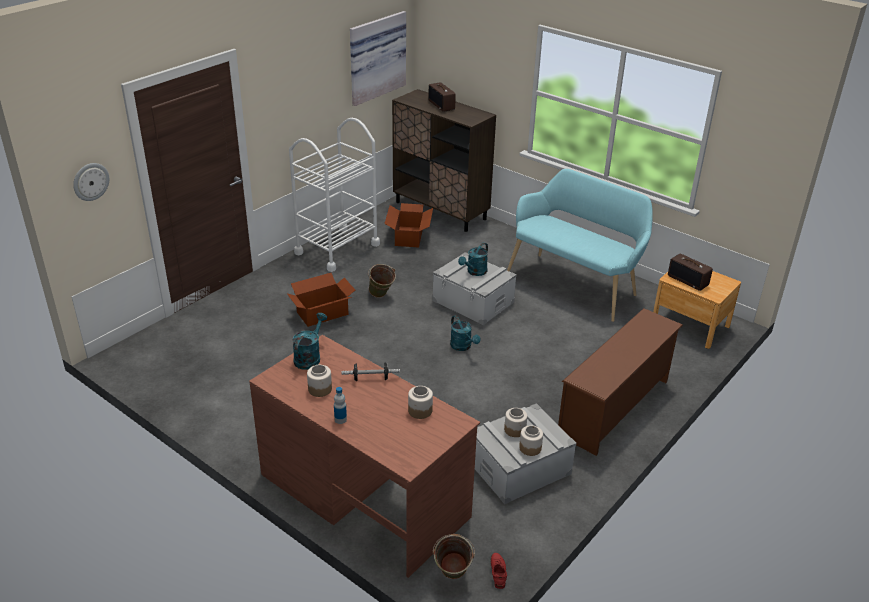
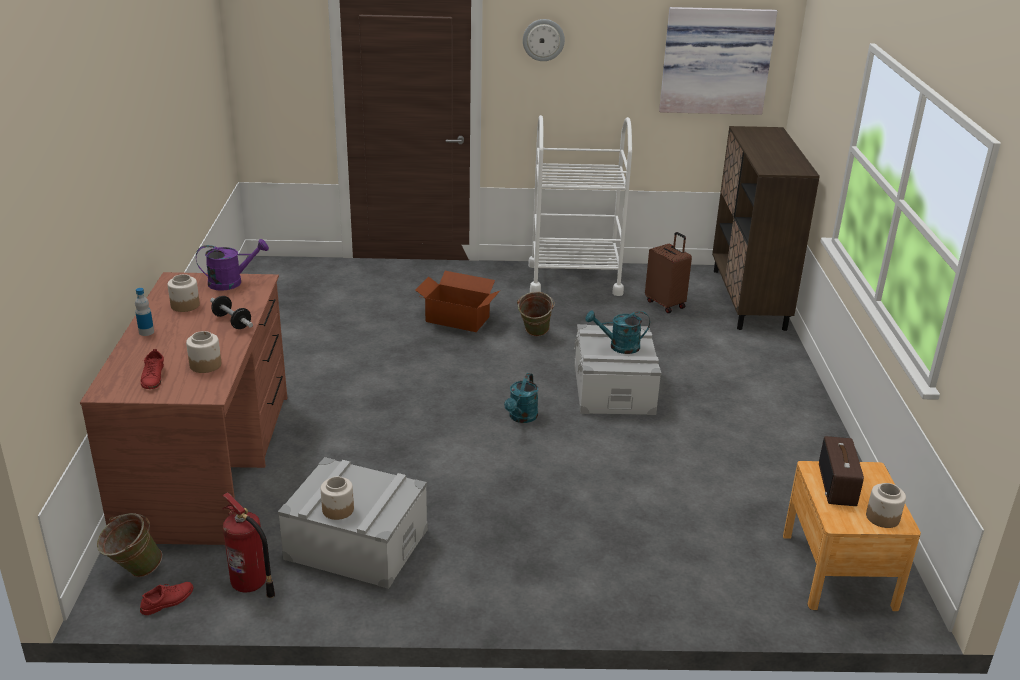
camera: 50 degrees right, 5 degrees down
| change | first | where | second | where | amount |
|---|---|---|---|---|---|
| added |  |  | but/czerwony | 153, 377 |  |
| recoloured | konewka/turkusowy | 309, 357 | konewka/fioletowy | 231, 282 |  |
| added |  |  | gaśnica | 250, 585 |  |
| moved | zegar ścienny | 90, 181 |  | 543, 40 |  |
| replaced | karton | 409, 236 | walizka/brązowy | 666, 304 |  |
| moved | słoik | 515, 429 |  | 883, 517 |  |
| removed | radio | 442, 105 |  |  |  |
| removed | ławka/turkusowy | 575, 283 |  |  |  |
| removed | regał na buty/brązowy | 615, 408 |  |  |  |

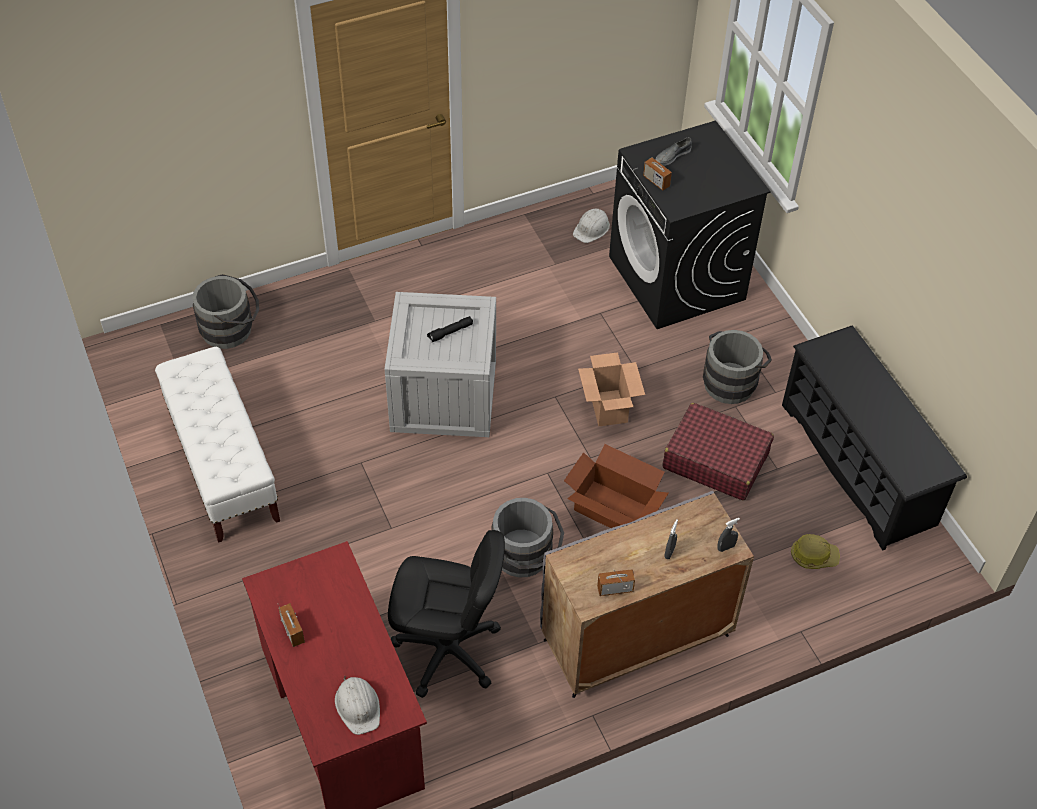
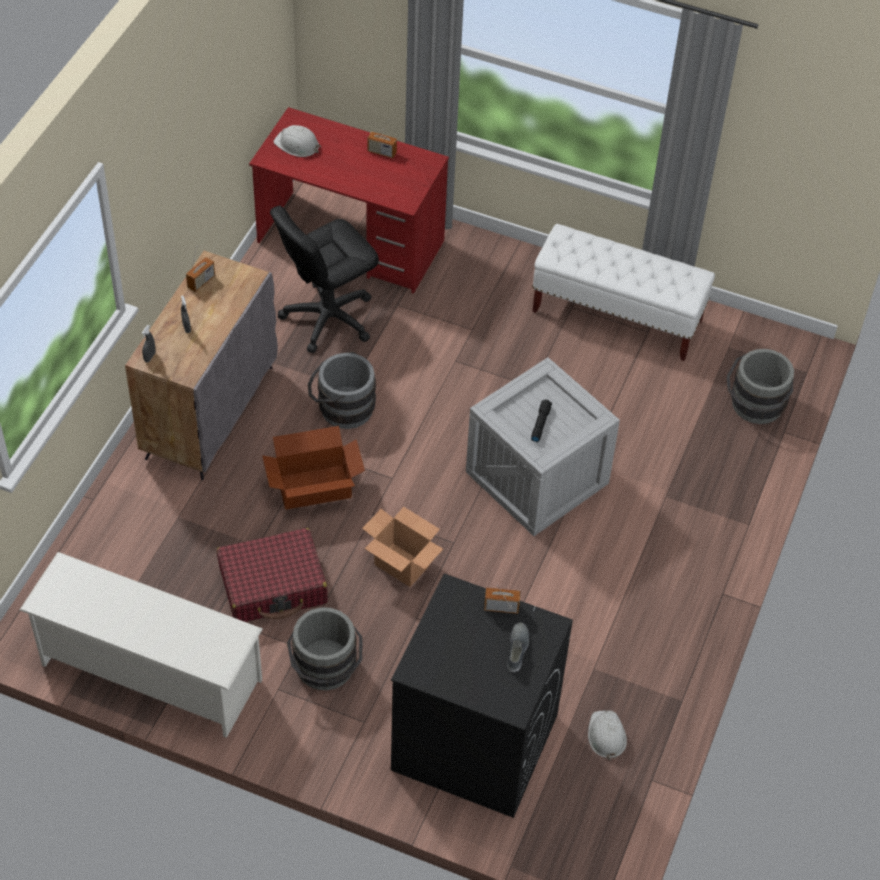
camera: 135 degrees right, 0 degrees up
| change | first | where | second | where | amount |
|---|---|---|---|---|---|
| recoloured | regał na buty/czarny | 859, 465 | regał na buty/biały | 149, 672 |  |
| removed | kask | 813, 556 |  |  |  |

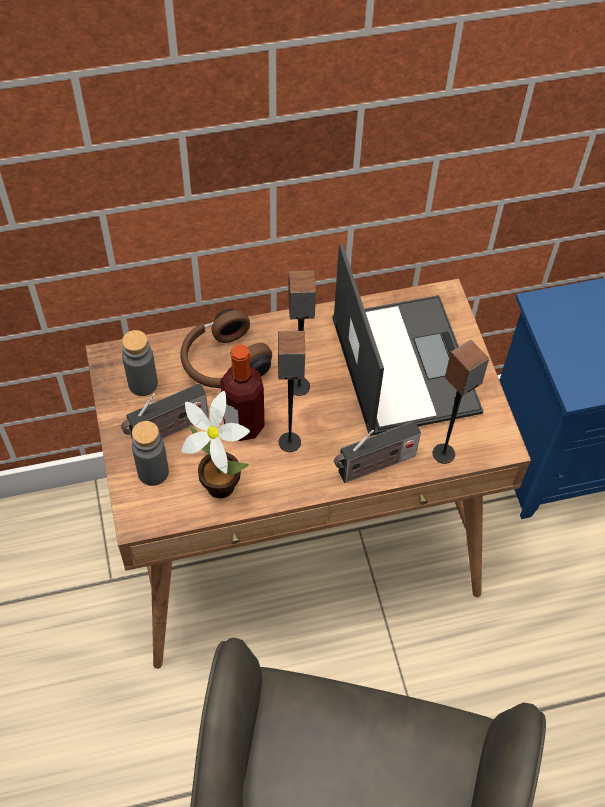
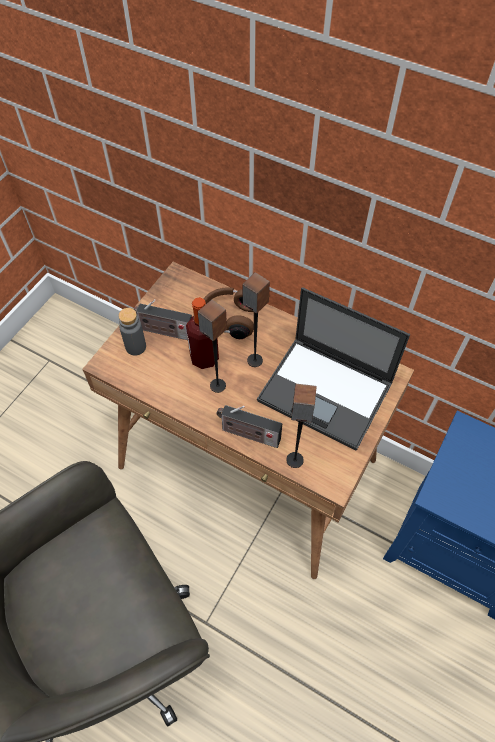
camera: 45 degrees right, 0 degrees up
| change | first | where | second | where | amount |
|---|---|---|---|---|---|
| turned | laptop | 403, 363 |  | 326, 392 | 90 degrees clockwise |
| removed | butelka/szary | 143, 384 |  |  |  |
| removed | roślina doniczkowa | 218, 482 |  |  |  |

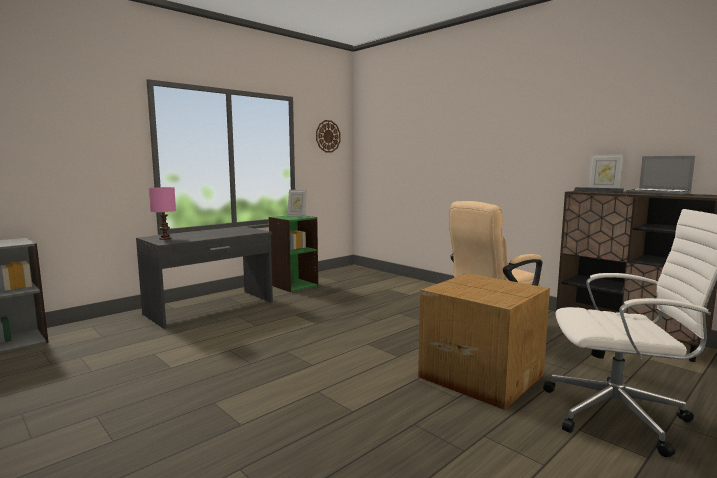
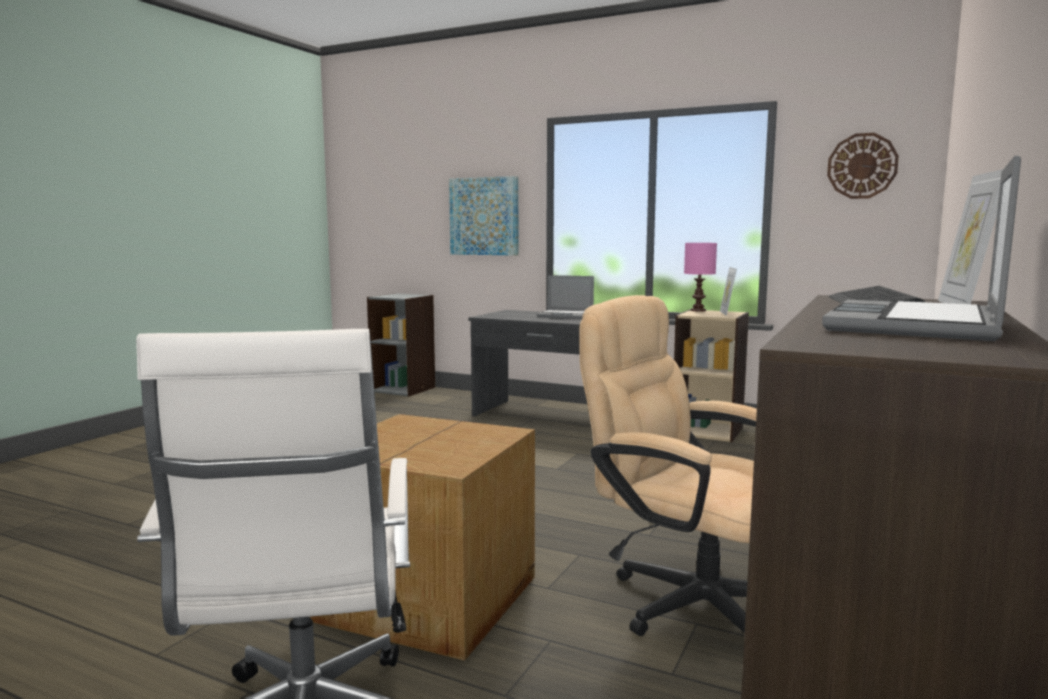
camera: 70 degrees right, 0 degrees up
| change | first | where | second | where | amount |
|---|---|---|---|---|---|
| added |  |  | obraz | 484, 216 |  |
| added |  |  | laptop | 566, 316 |  |
| recoloured | regał/zielony | 294, 285 | regał/beżowy | 708, 430 |  |
| moved | lampa stołowa/różowy | 165, 239 |  | 697, 310 |  |

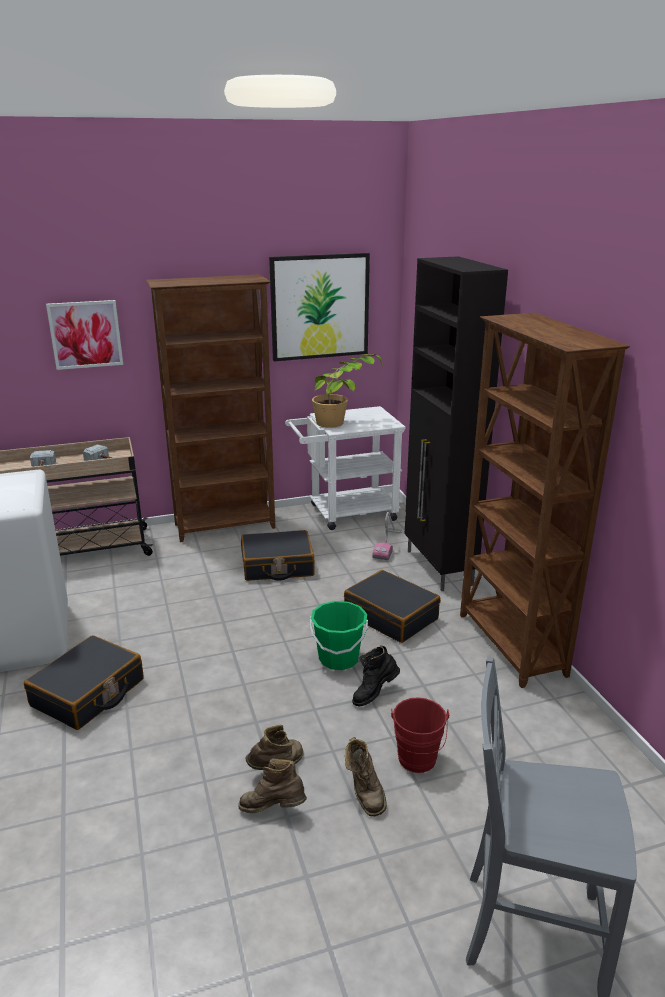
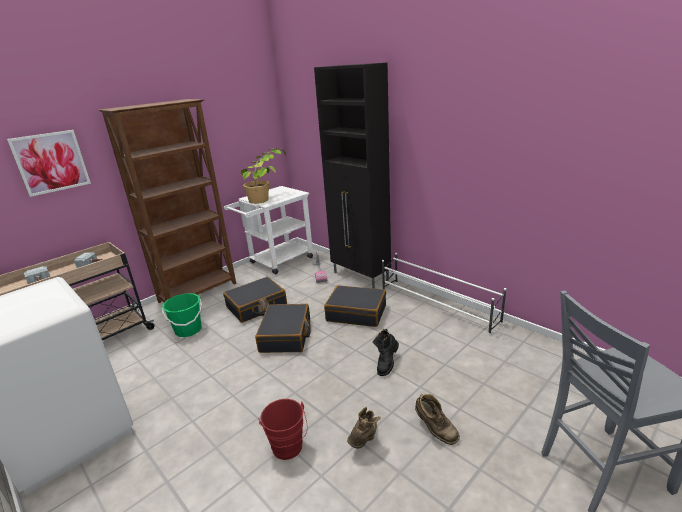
camera: 25 degrees left, 0 degrees up
| change | first | where | second | where | amount |
|---|---|---|---|---|---|
| moved | wiadro/zielony | 338, 658 |  | 188, 330 |  |
| moved | walizka/czarny | 88, 693 |  | 286, 335 |  |
| moved | wiadro/czerwony | 417, 762 |  | 288, 450 |  |
| replaced | regał/brązowy | 510, 645 | regał na buty/biały | 438, 306 |  |
| removed | but z cholewką/brązowy | 273, 809 |  |  |  |
| removed | obraz | 319, 307 |  |  |  |

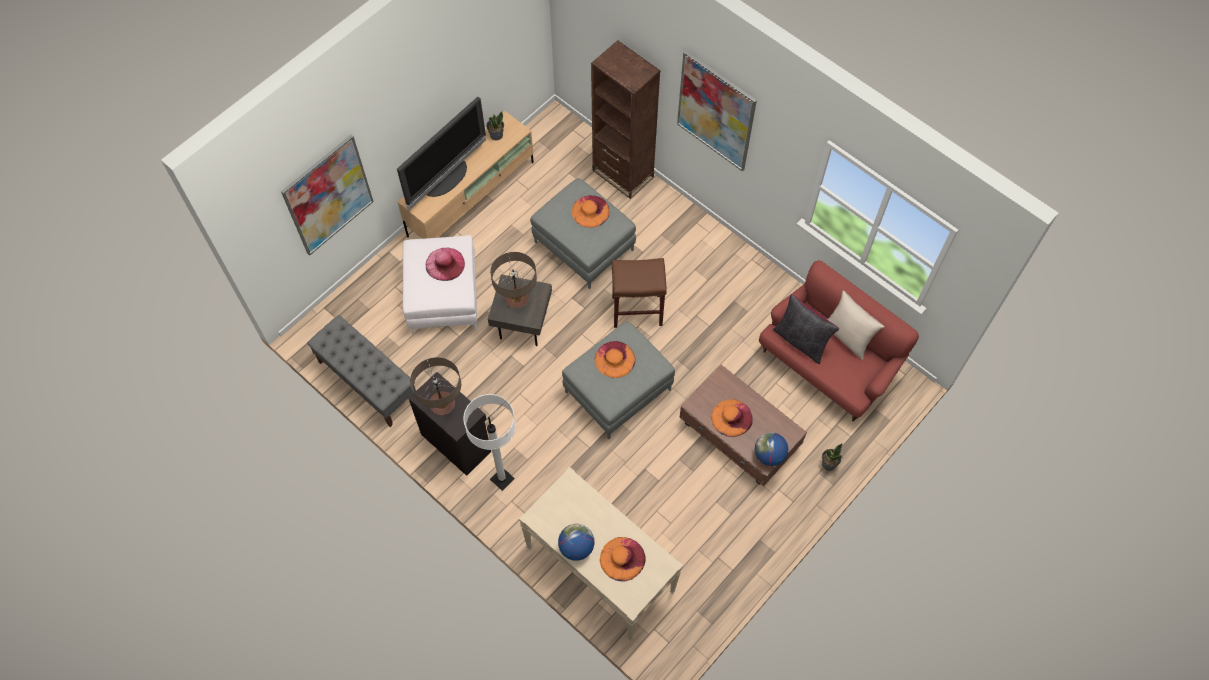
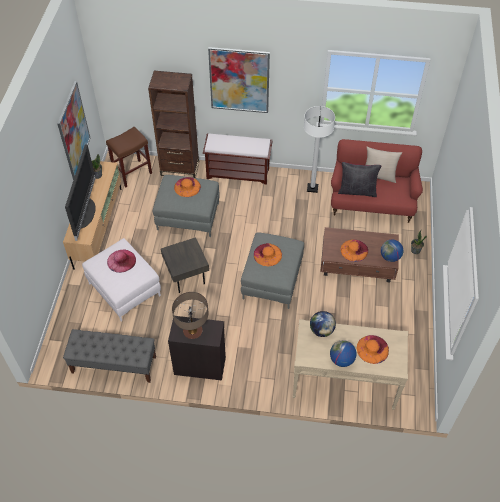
camera: 35 degrees left, 10 degrees down
| change | first | where | second | where | amount |
|---|---|---|---|---|---|
| moved | obraz | 328, 195 |  | 73, 131 |  |
| moved | stołek/brązowy | 637, 310 |  | 133, 173 |  |
| added |  |  | ławka/brązowy | 238, 173 |  |
| moved | lampa stojąca/biały | 502, 479 |  | 312, 188 |  |
| added |  |  | globus | 321, 330 |  |
| removed | lampa stołowa | 516, 298 |  |  |  |

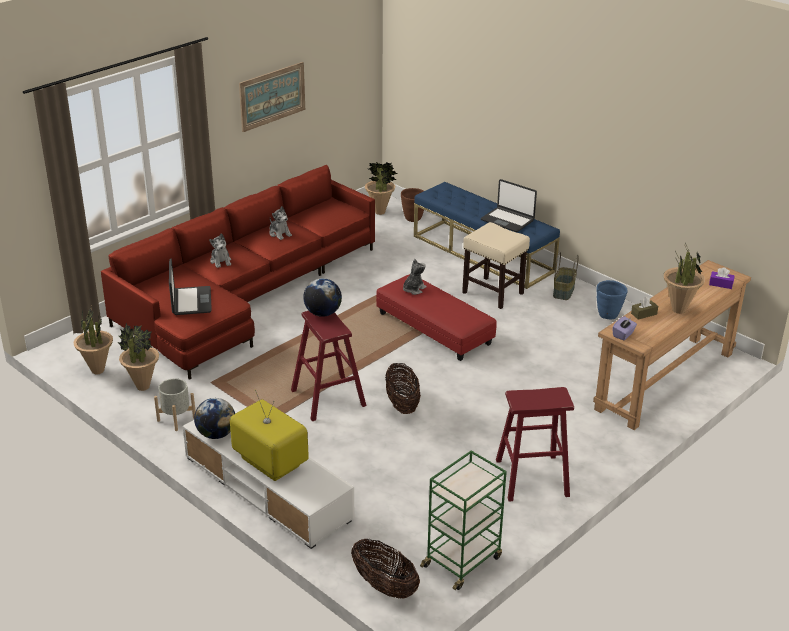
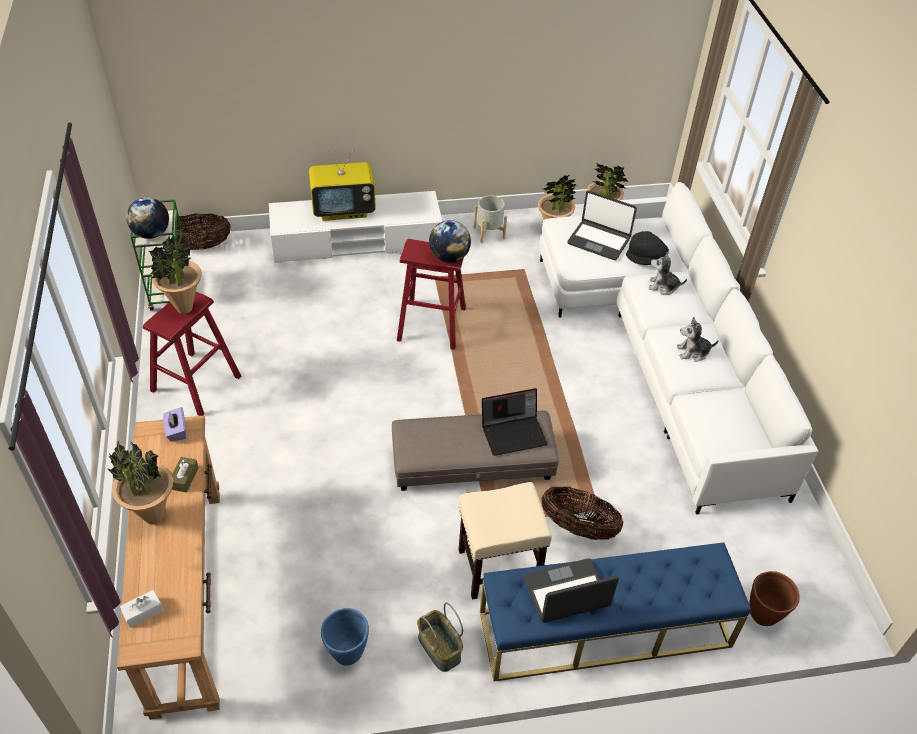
camera: 125 degrees right, 15 degrees up
| change | first | where | second | where | amount |
|---|---|---|---|---|---|
| recoloured | pudełko chusteczek/fioletowy | 721, 284 | pudełko chusteczek/biały | 143, 612 |  |
| moved | globus | 216, 434 |  | 151, 234 |  |
| moved | roślina doniczkowa | 380, 212 |  | 184, 308 |  |
| recoloured | pufa/czerwony | 434, 328 | pufa/szary | 473, 463 |  |
| replaced | pluszak | 413, 289 | laptop | 514, 433 |  |
| recoloured | kanapa/czerwony | 243, 296 | kanapa/biały | 663, 352 |  |
| moved | koszyk | 402, 404 |  | 578, 527 |  |
| added |  |  | kapelusz/czarny | 646, 258 |  |
| removed | obraz | 272, 96 |  |  |  |

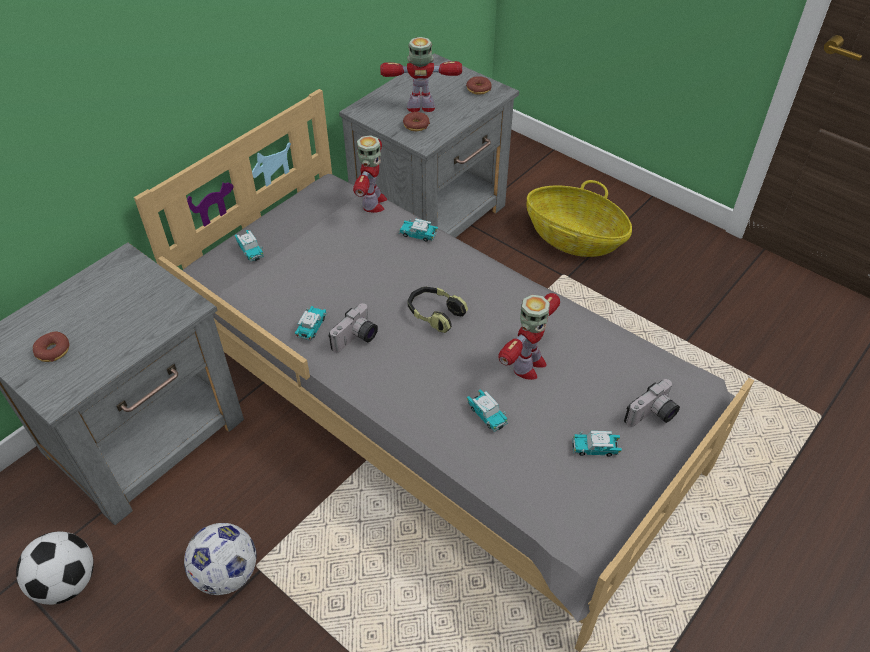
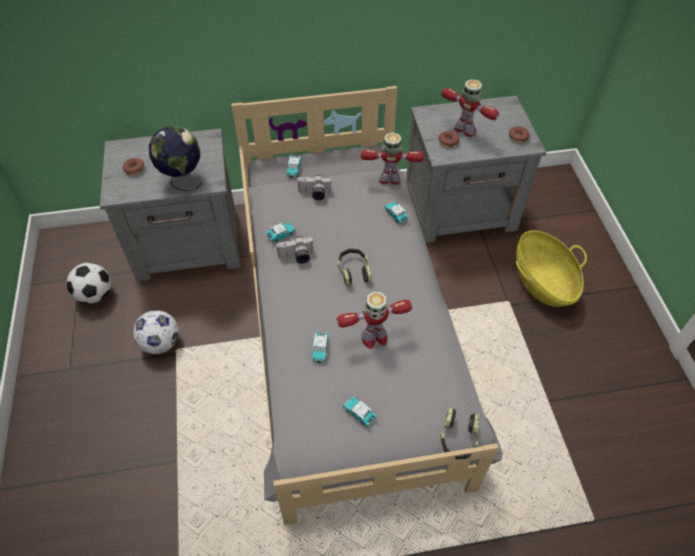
camera: 40 degrees right, 5 degrees up
| change | first | where | second | where | amount |
|---|---|---|---|---|---|
| added |  |  | globus | 182, 179 |  |
| moved | aparat fotograficzny | 652, 416 |  | 314, 194 |  |
| turned | robot zabawkowy | 373, 203 |  | 390, 179 | 135 degrees counterclockwise |
| added |  |  | słuchawki | 458, 438 |  |

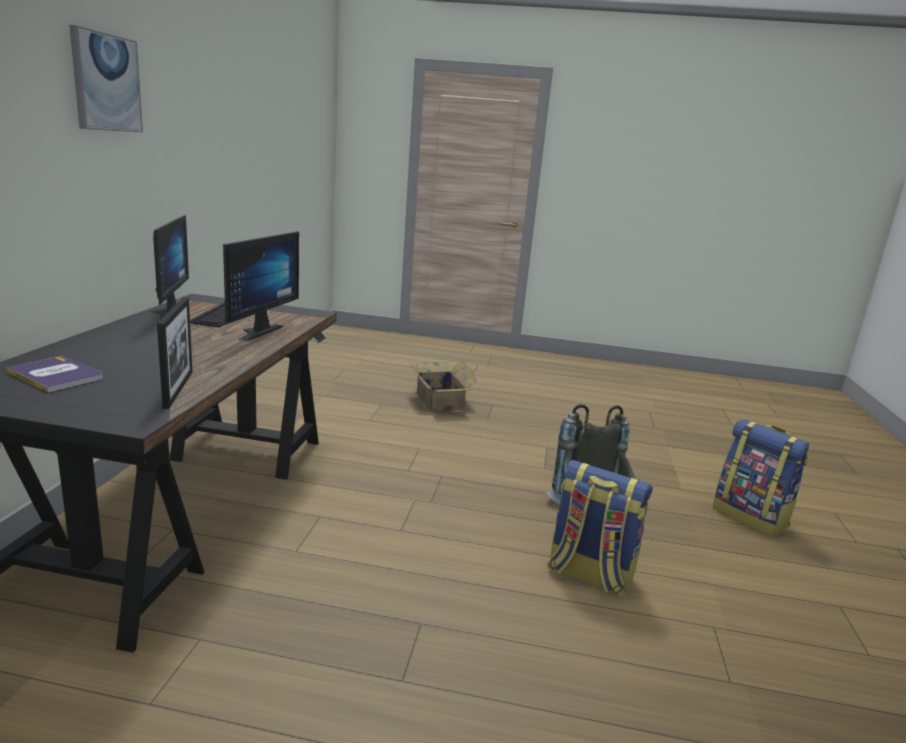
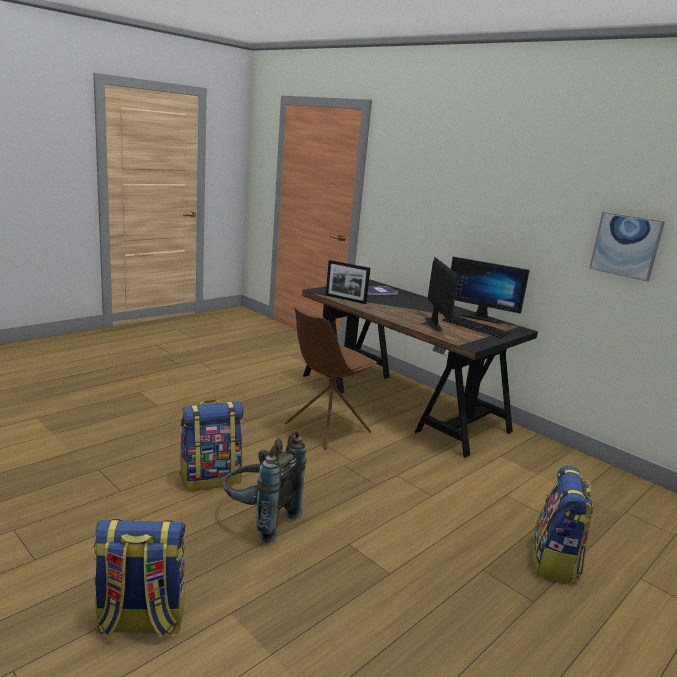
camera: 125 degrees right, 0 degrees up
| change | first | where | second | where | amount |
|---|---|---|---|---|---|
| added |  |  | krzesło/brązowy | 326, 428 |  |
| turned | monitor | 254, 331 |  | 429, 324 | 150 degrees counterclockwise |
| replaced | karton | 439, 400 | plecak | 555, 562 |  |
| moved | obraz | 106, 82 |  | 626, 245 |  |

